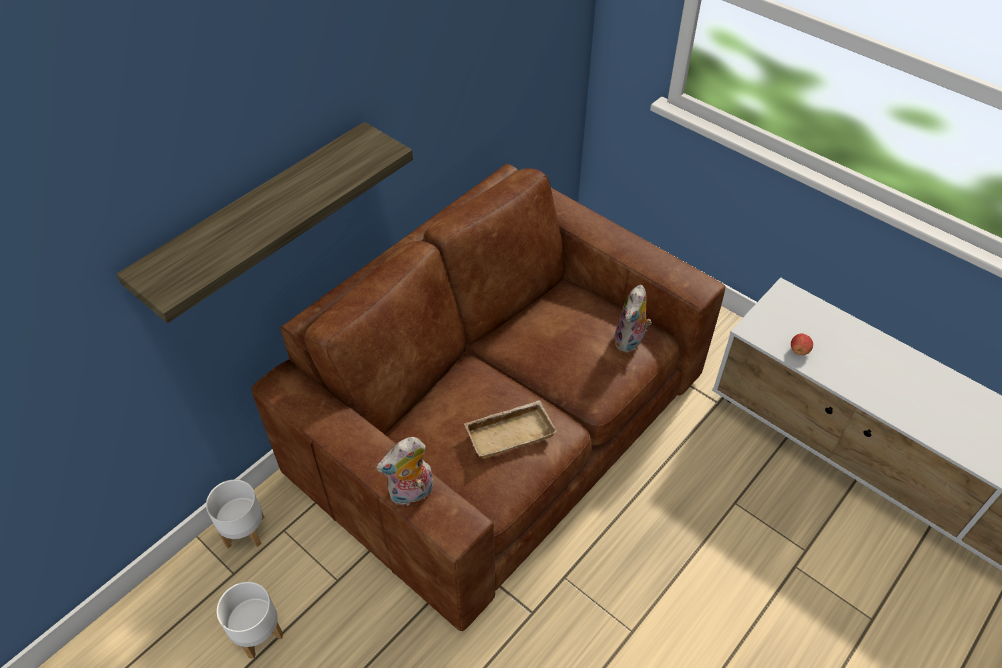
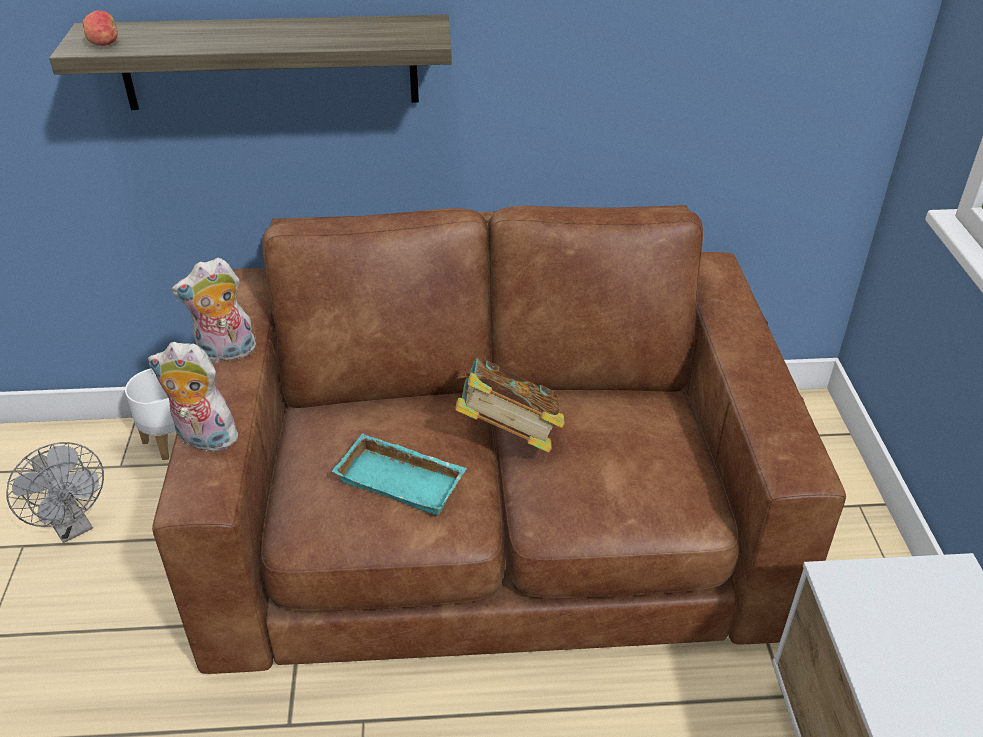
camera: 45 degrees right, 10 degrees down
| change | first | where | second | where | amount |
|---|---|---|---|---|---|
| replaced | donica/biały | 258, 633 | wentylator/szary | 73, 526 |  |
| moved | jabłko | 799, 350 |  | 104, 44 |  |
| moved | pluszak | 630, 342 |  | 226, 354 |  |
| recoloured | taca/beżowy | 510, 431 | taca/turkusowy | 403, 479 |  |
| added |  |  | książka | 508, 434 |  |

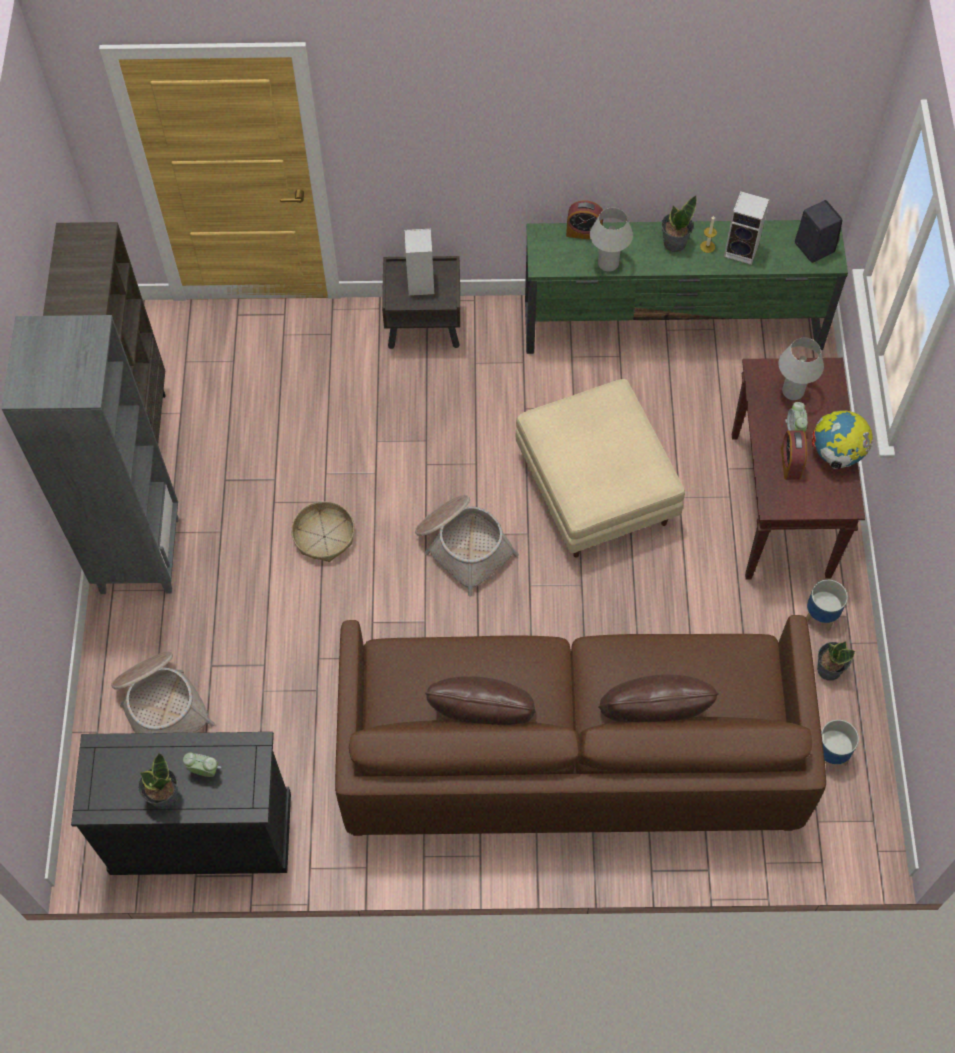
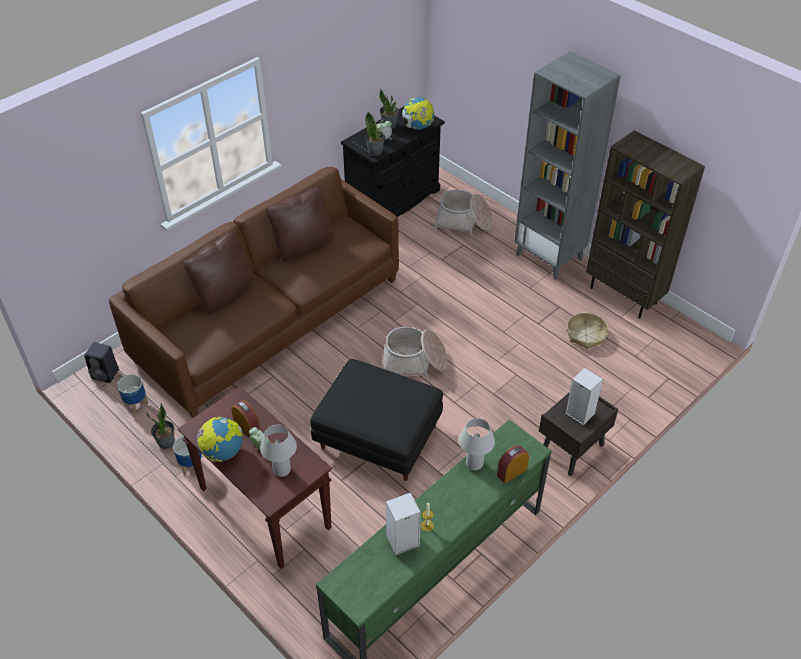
camera: 135 degrees right, 15 degrees down
| change | first | where | second | where | amount |
|---|---|---|---|---|---|
| moved | głośnik/czarny | 813, 246 |  | 106, 374 |  |
| recoloured | pufa/beżowy | 597, 490 | pufa/czarny | 377, 437 |  |
| moved | roślina doniczkowa | 674, 243 |  | 375, 151 |  |
| added |  |  | globus | 417, 127 |  |
| moved | koszyk | 324, 536 |  | 586, 335 |  |

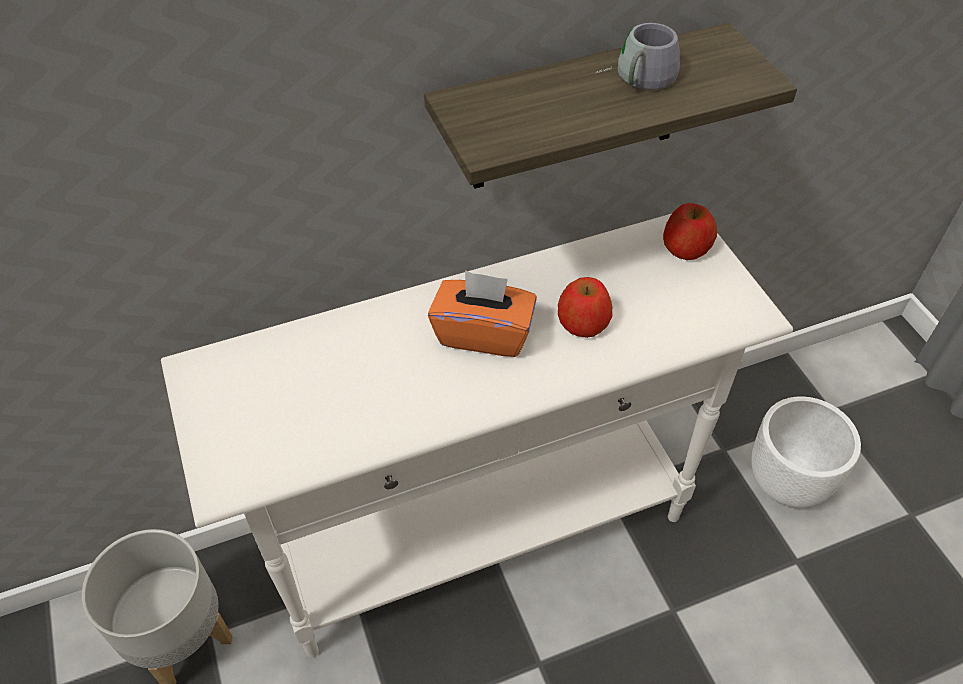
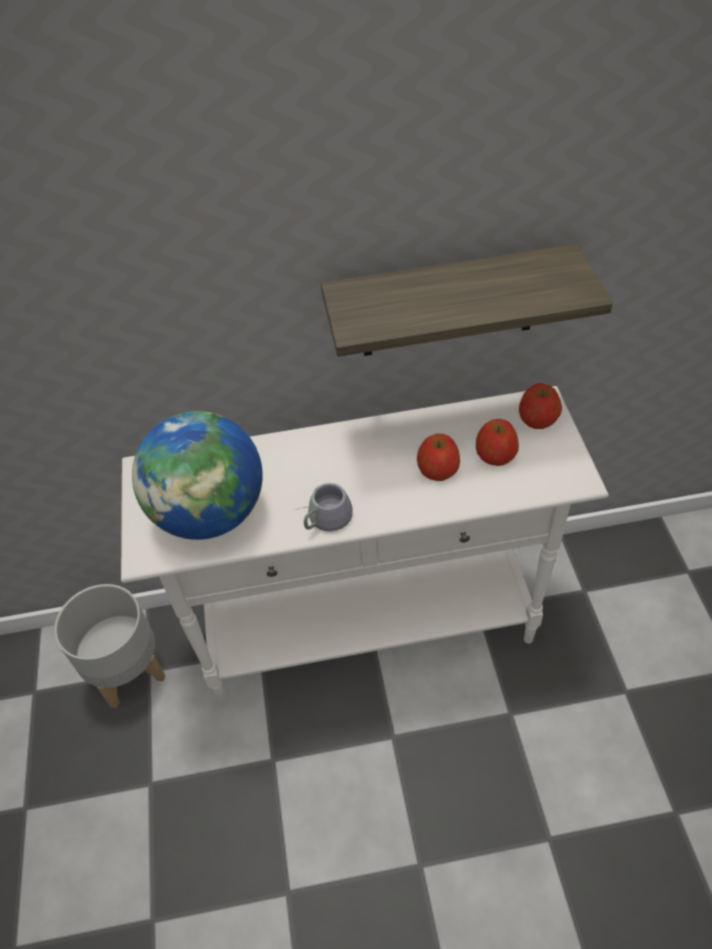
camera: 15 degrees right, 0 degrees up
| change | first | where | second | where | amount |
|---|---|---|---|---|---|
| added |  |  | globus | 210, 513 |  |
| moved | kubek/szary | 637, 76 |  | 322, 516 |  |
| added |  |  | jabłko | 496, 453 |  |
| removed | pudełko chusteczek/pomarańczowy | 483, 333 |  |  |  |
| removed | donica/biały | 788, 482 |  |  |  |

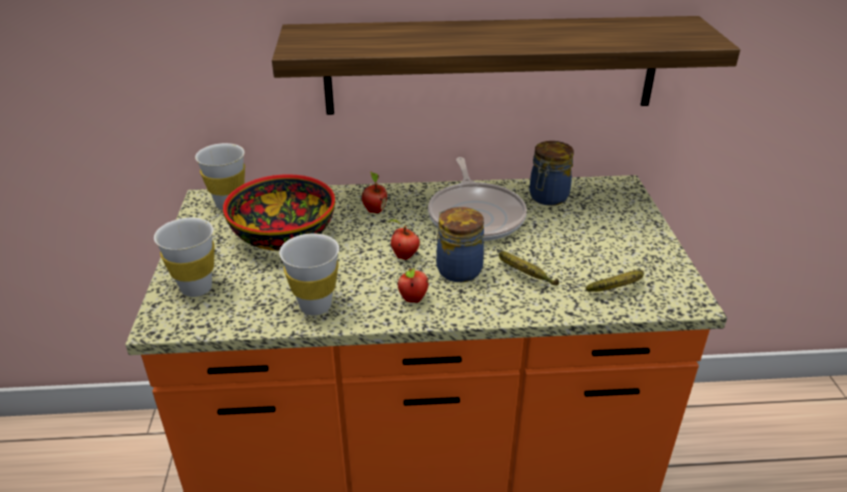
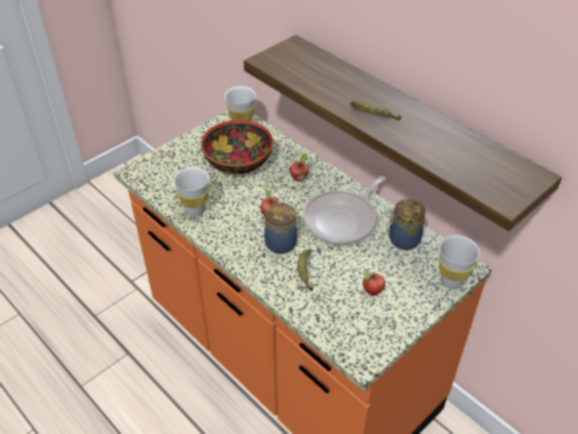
camera: 50 degrees right, 10 degrees up
| change | first | where | second | where | amount |
|---|---|---|---|---|---|
| moved | banan | 619, 288 |  | 373, 116 |  |
| moved | jabłko | 413, 300 |  | 372, 292 |  |
| moved | filiżanka/biały | 196, 288 |  | 451, 281 |  |

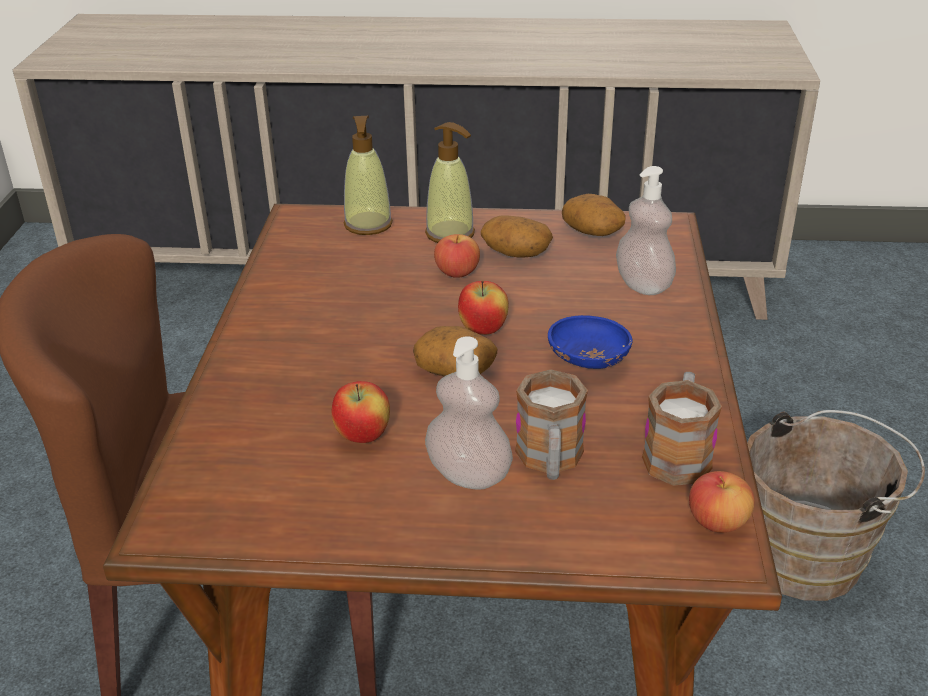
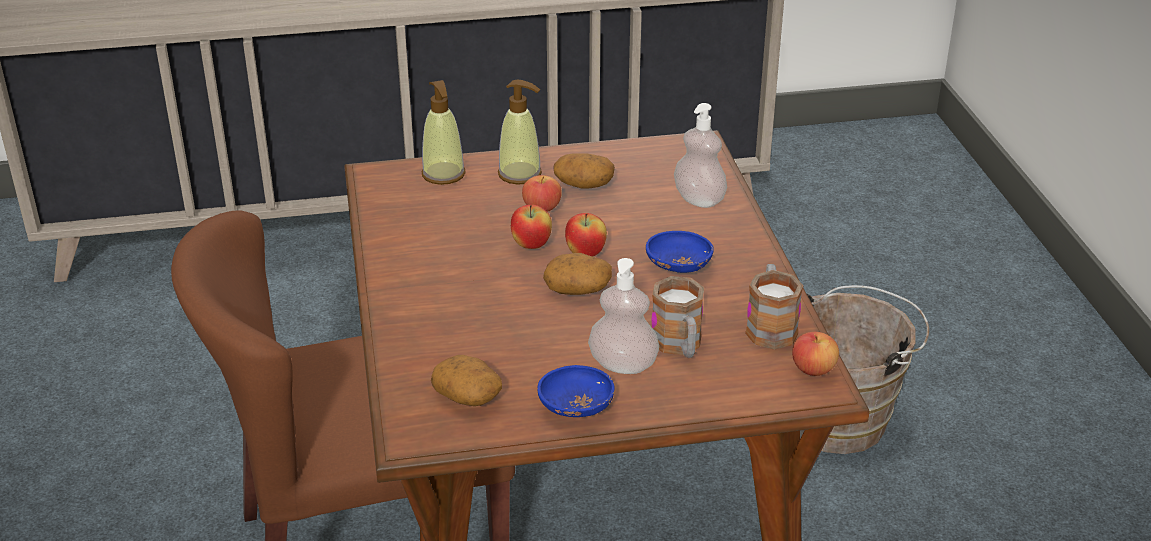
camera: 15 degrees left, 0 degrees up
| change | first | where | second | where | amount |
|---|---|---|---|---|---|
| moved | ziemniak | 593, 232 |  | 468, 397 |  |
| moved | jabłko | 363, 436 |  | 531, 245 |  |
| added |  |  | miska/niebieski | 575, 408 |  |

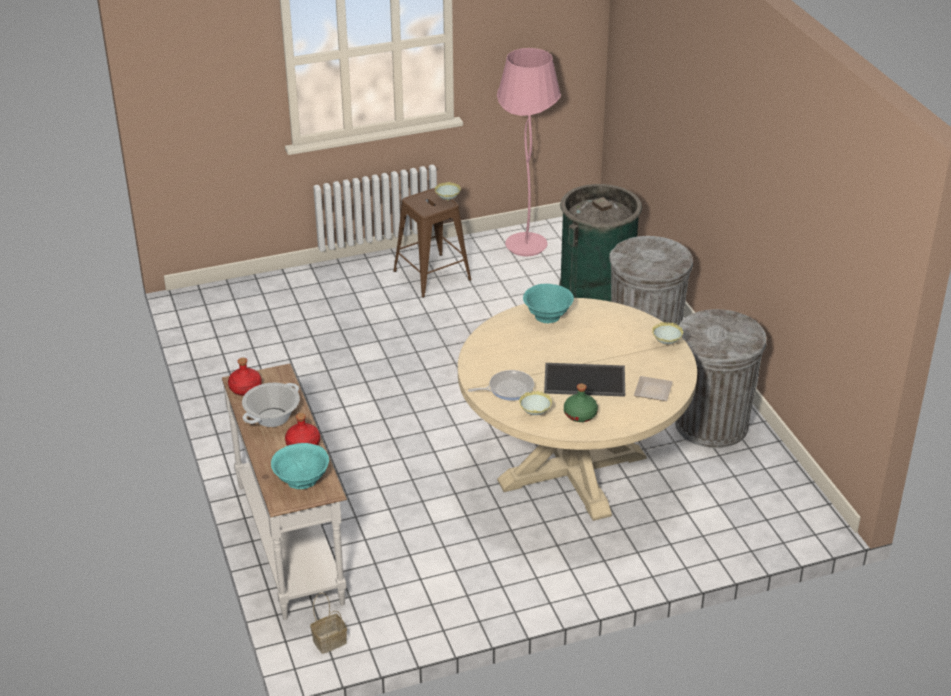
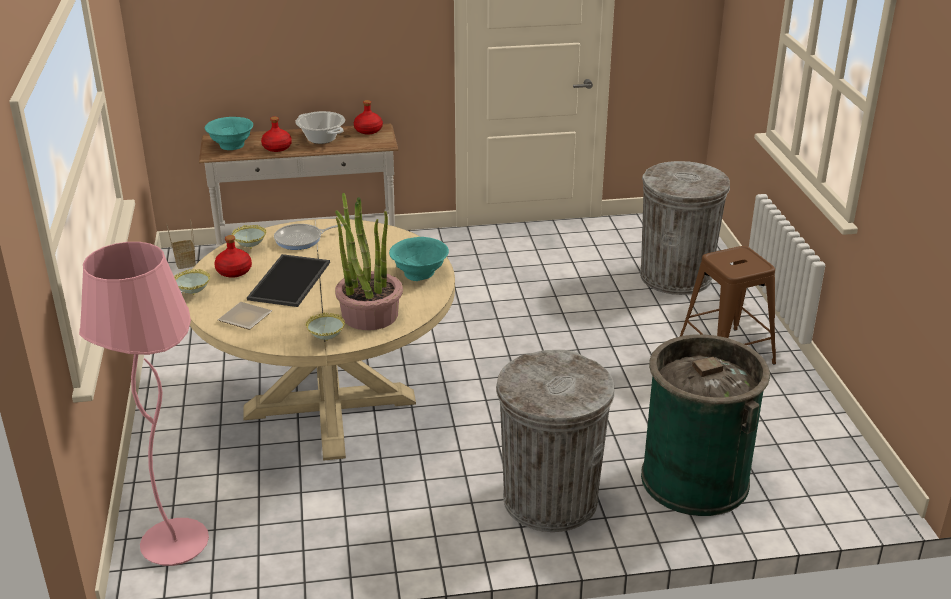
camera: 100 degrees right, 5 degrees down
| change | first | where | second | where | amount |
|---|---|---|---|---|---|
| moved | lampa stojąca/różowy | 526, 246 |  | 175, 545 |  |
| moved | miska | 447, 200 |  | 194, 295 |  |
| recoloured | butelka/zielony | 580, 414 | butelka/czerwony | 234, 271 |  |
| turned | patelnia | 508, 388 |  | 301, 239 | 75 degrees clockwise |
| added |  |  | roślina doniczkowa | 369, 315 |  |
| moved | kosz na śmieci/szary | 711, 424 |  | 676, 276 |  |

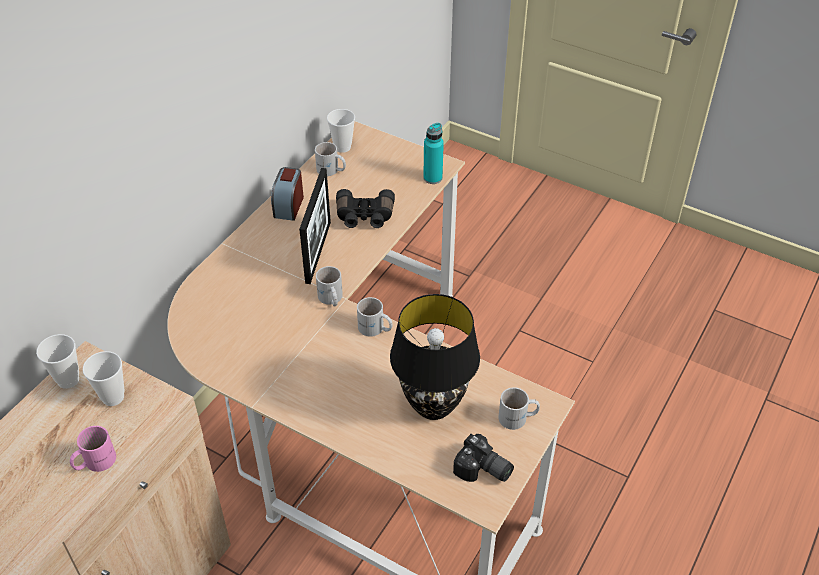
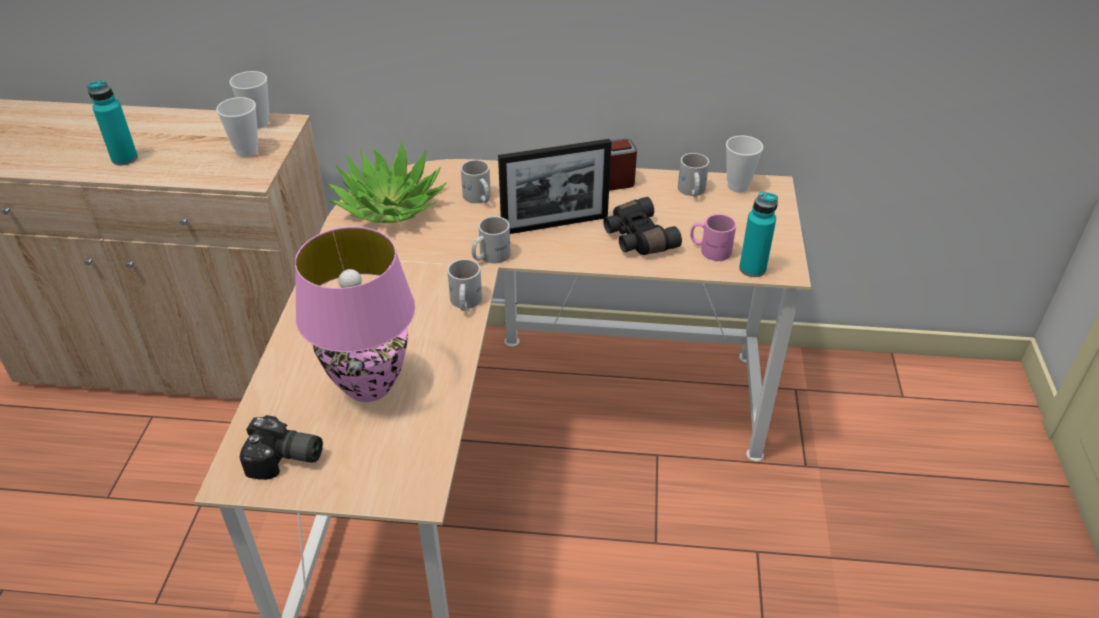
camera: 65 degrees right, 5 degrees down
| change | first | where | second | where | amount |
|---|---|---|---|---|---|
| added |  |  | butelka/turkusowy | 124, 158 |  |
| turned | aparat fotograficzny | 483, 471 |  | 285, 460 | 90 degrees counterclockwise |
| recoloured | lampa stołowa/czarny | 433, 407 | lampa stołowa/różowy | 368, 386 |  |
| added |  |  | roślina doniczkowa | 390, 205 |  |
| moved | kubek/biały | 518, 418 |  | 478, 198 |  |
| moved | kubek/różowy | 94, 461 |  | 710, 249 |  |

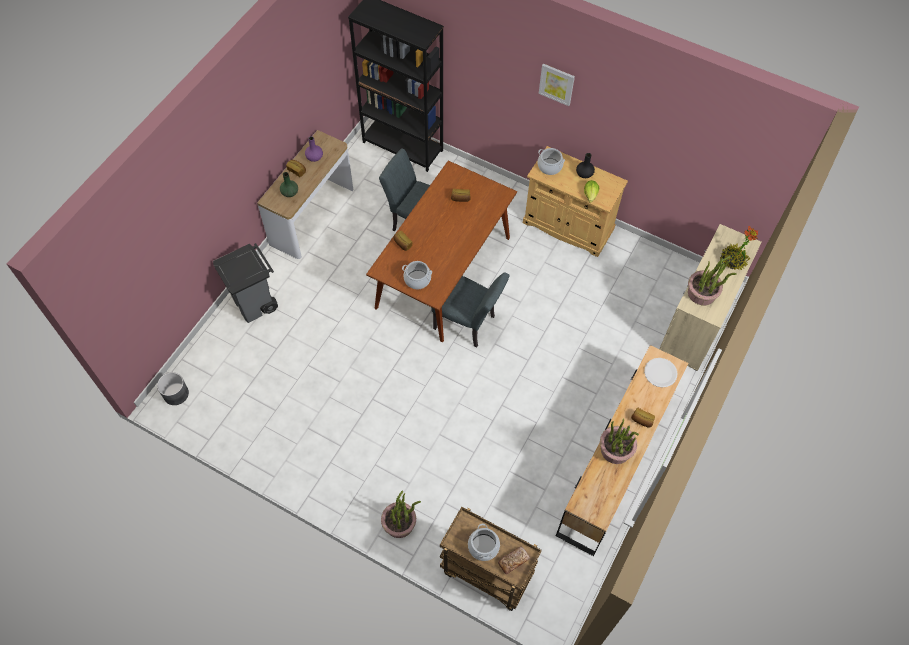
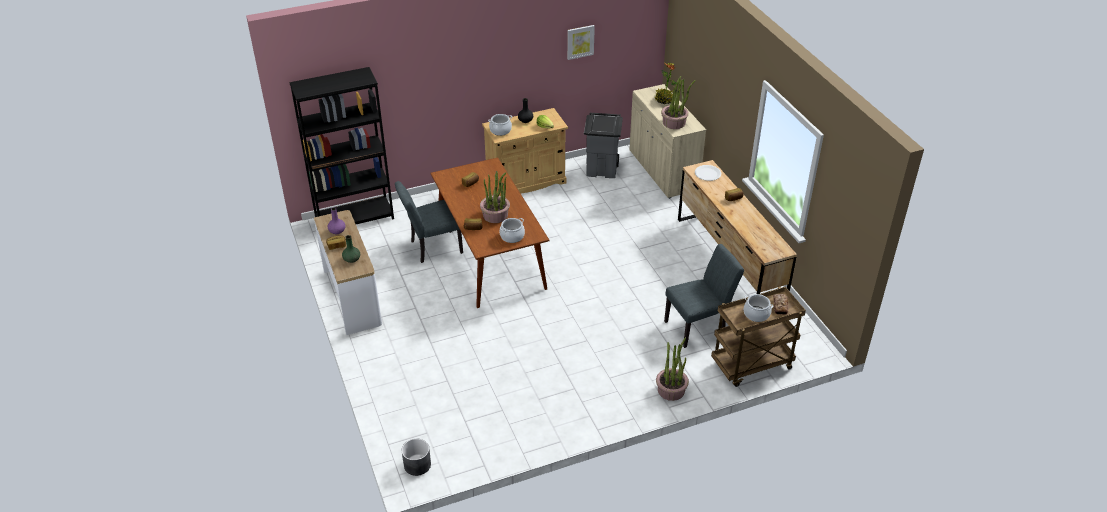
camera: 50 degrees left, 20 degrees down
| change | first | where | second | where | amount |
|---|---|---|---|---|---|
| moved | roślina doniczkowa | 615, 450 |  | 495, 215 |  |
| moved | obraz | 556, 84 |  | 580, 42 |  |
| moved | kosz na śmieci/szary | 255, 303 |  | 602, 169 |  |
| moved | krzesło/szary | 468, 324 |  | 699, 326 |  |

